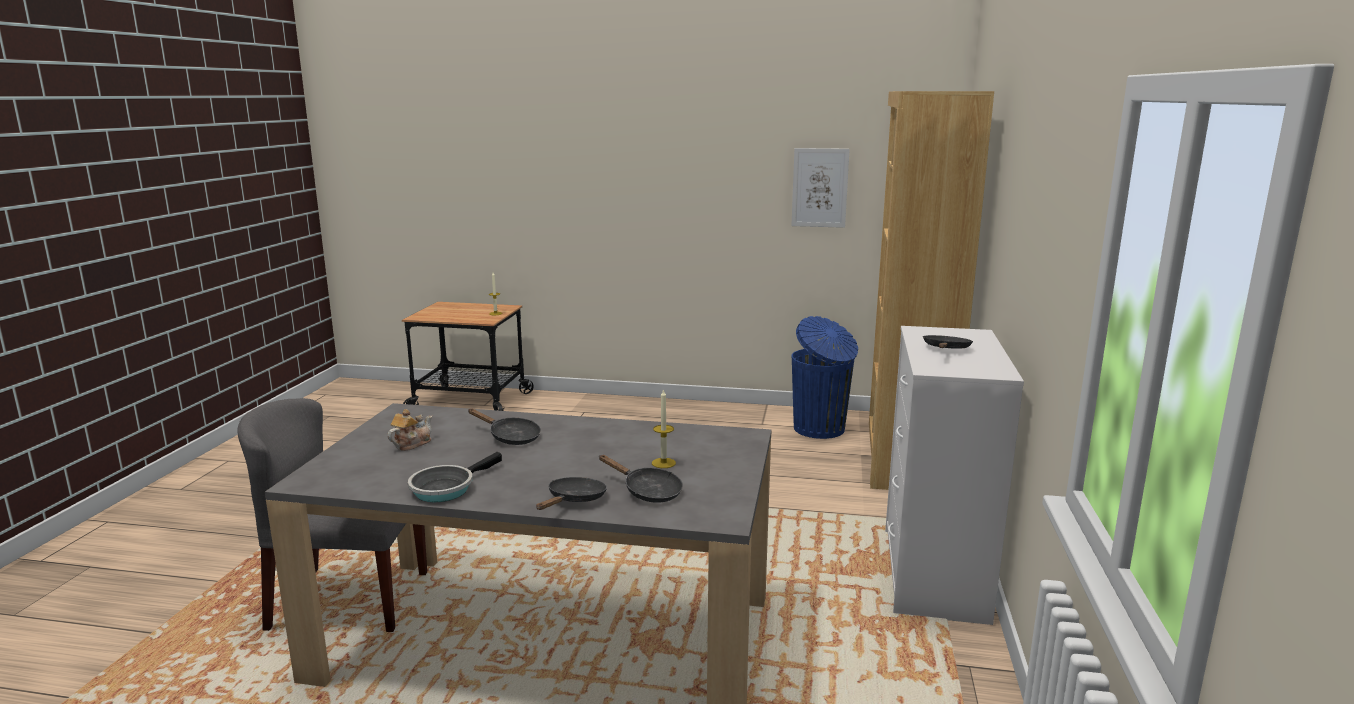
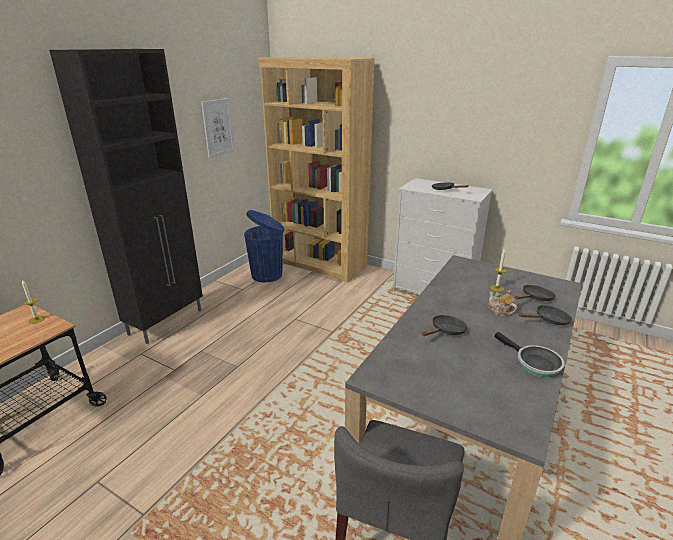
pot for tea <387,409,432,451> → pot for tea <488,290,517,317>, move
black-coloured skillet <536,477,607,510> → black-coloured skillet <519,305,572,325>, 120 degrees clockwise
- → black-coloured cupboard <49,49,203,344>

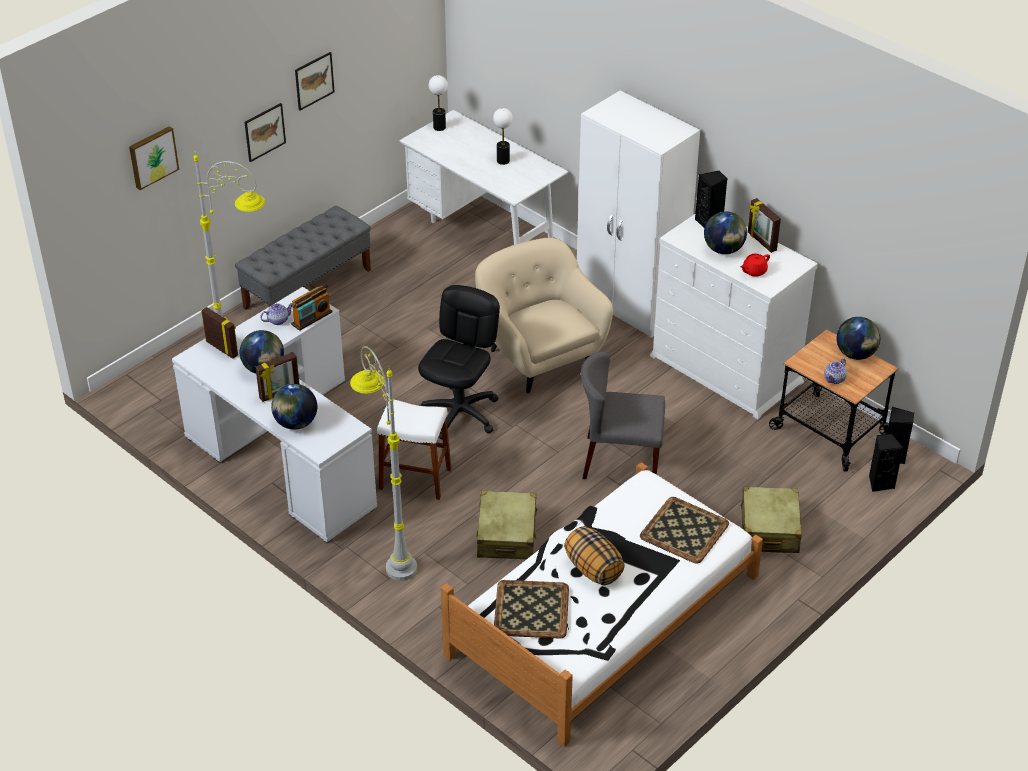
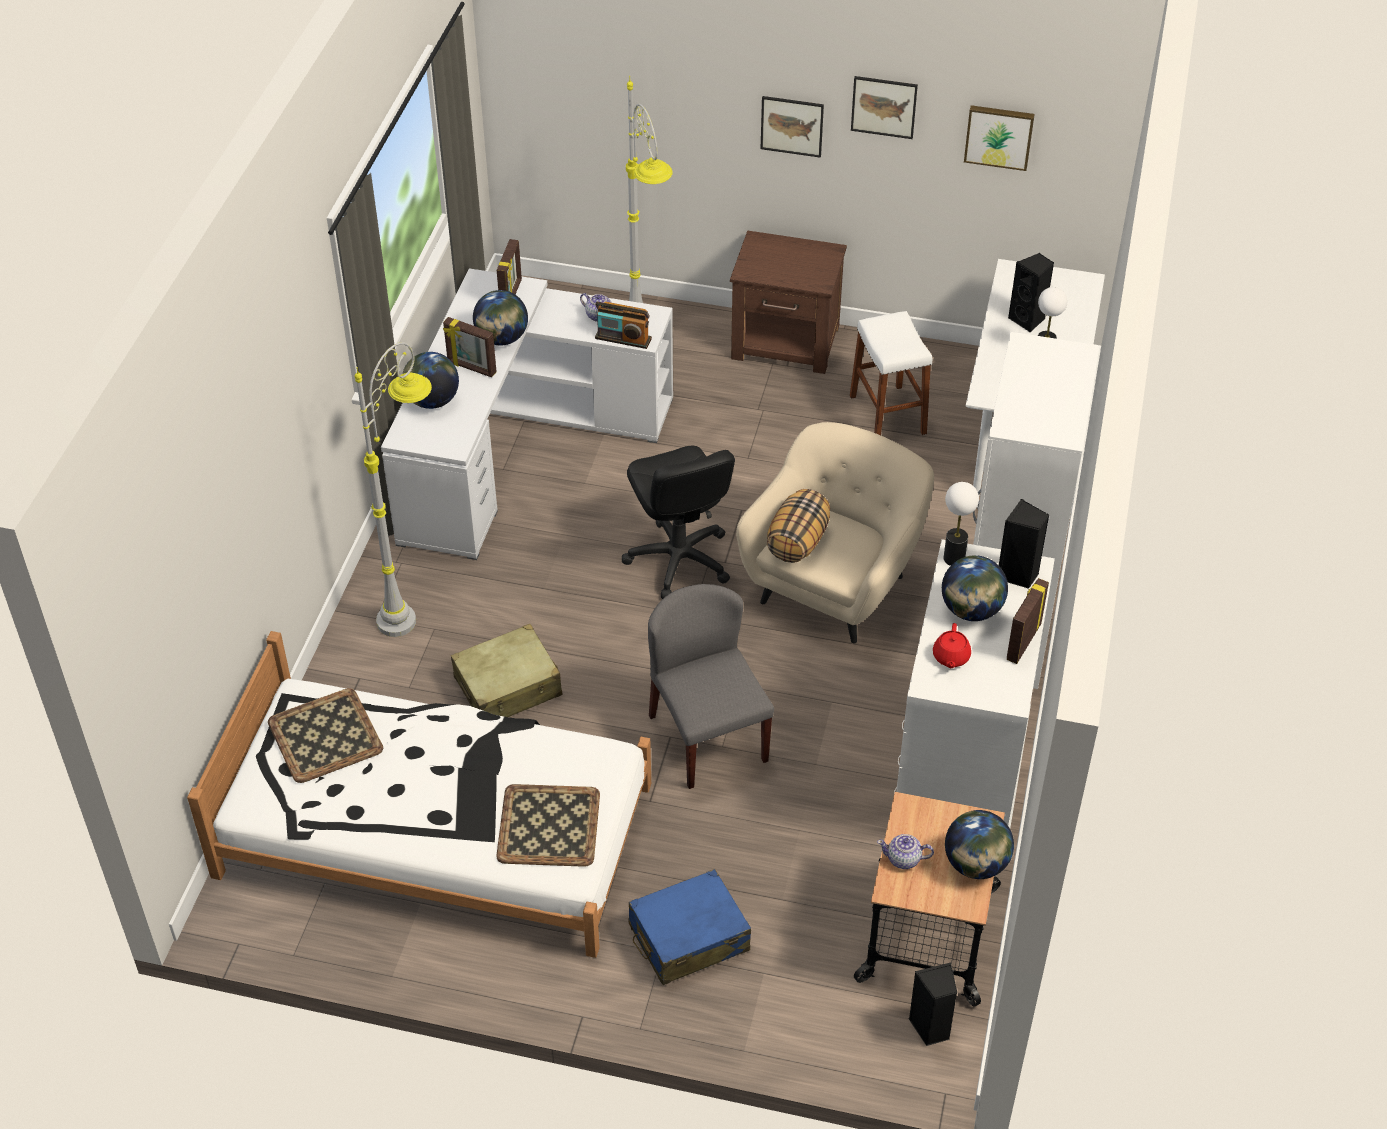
wall art <129,126,179,190> → wall art <964,105,1035,171>, move
grey indoor bench <235,206,371,310> → brownish night table <730,230,847,374>
white stool <377,400,451,500> → white stool <850,311,932,435>, move
black-coloured desk chair <418,285,500,440> → black-coloured desk chair <622,446,735,599>, 75 degrees clockwise
table lamp <429,75,448,131> → table lamp <944,482,979,566>, move
throw pillow <564,526,625,585> → throw pillow <767,489,830,563>, move
red-coloured pot for tea <740,254,770,277> → red-coloured pot for tea <933,623,971,668>, 105 degrees counterclockwise
beige travel case <740,486,802,553> → blue-coloured travel case <629,869,751,985>
black-coloured speaker <869,433,903,492> → black-coloured speaker <1008,253,1054,333>, move

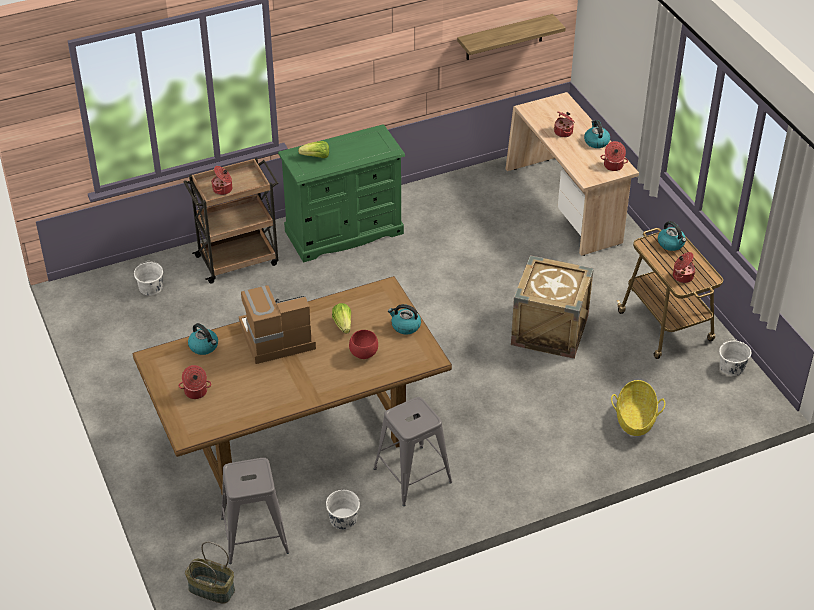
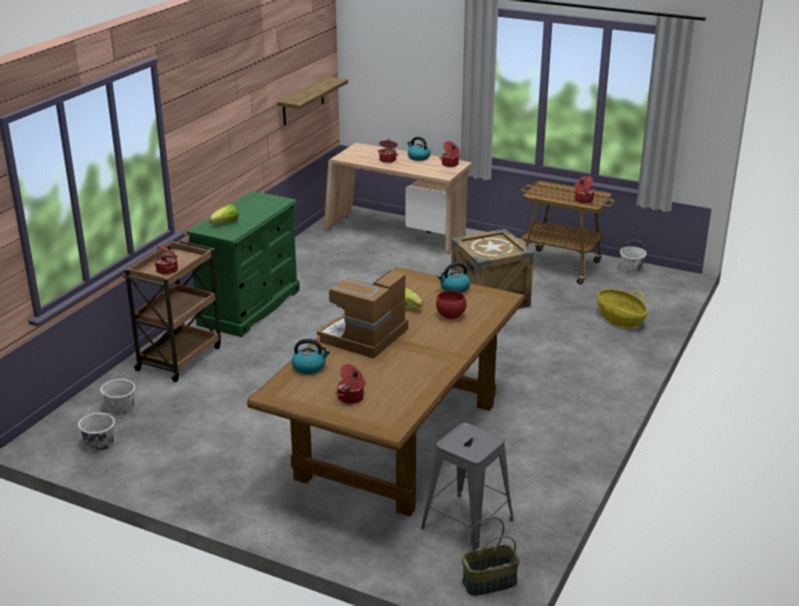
white pail <326,490,360,530> → white pail <78,405,115,451>, move
grey stool <374,397,452,506> → -
tea kettle <658,221,686,251> → -

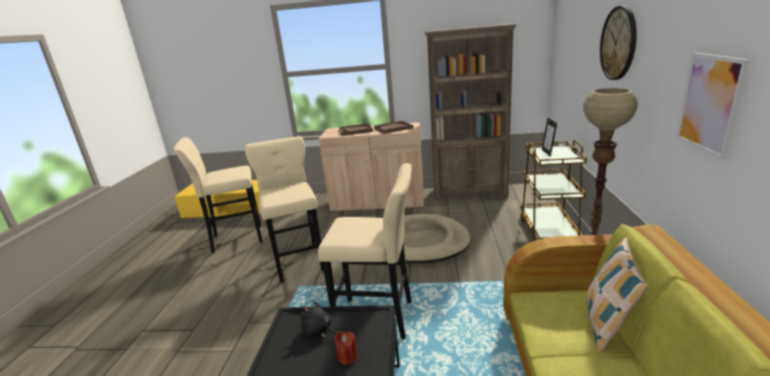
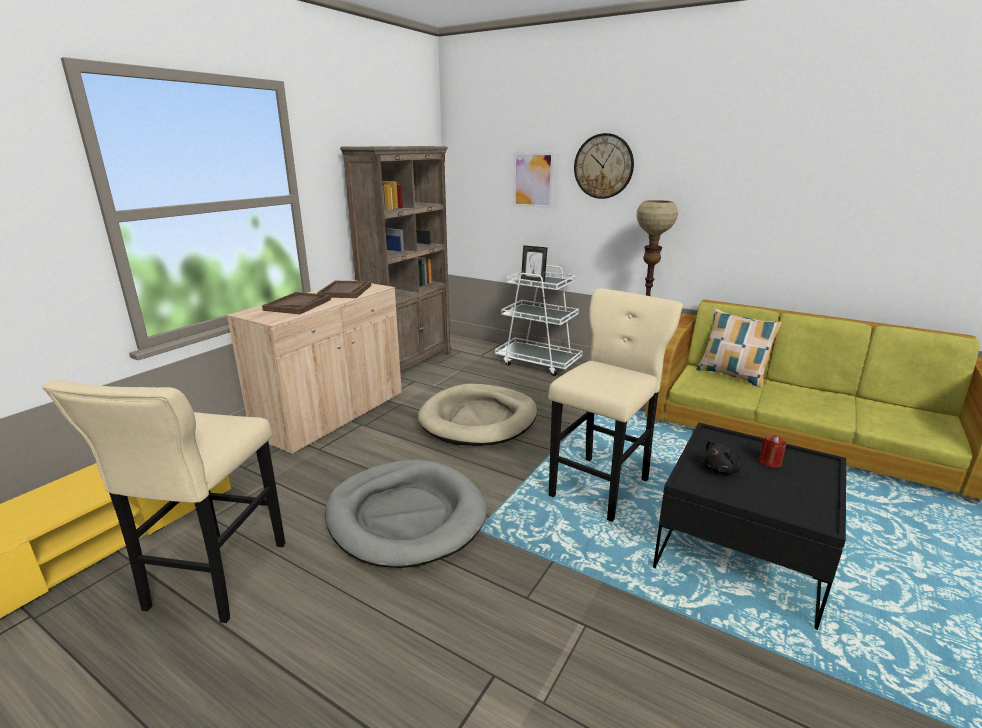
beige stool <244,136,324,283> → grey dog cushion <325,459,487,568>
brownish trolley <520,140,587,242> → white trolley <495,265,582,376>
wall art <676,52,749,160> → wall art <513,152,554,208>, move

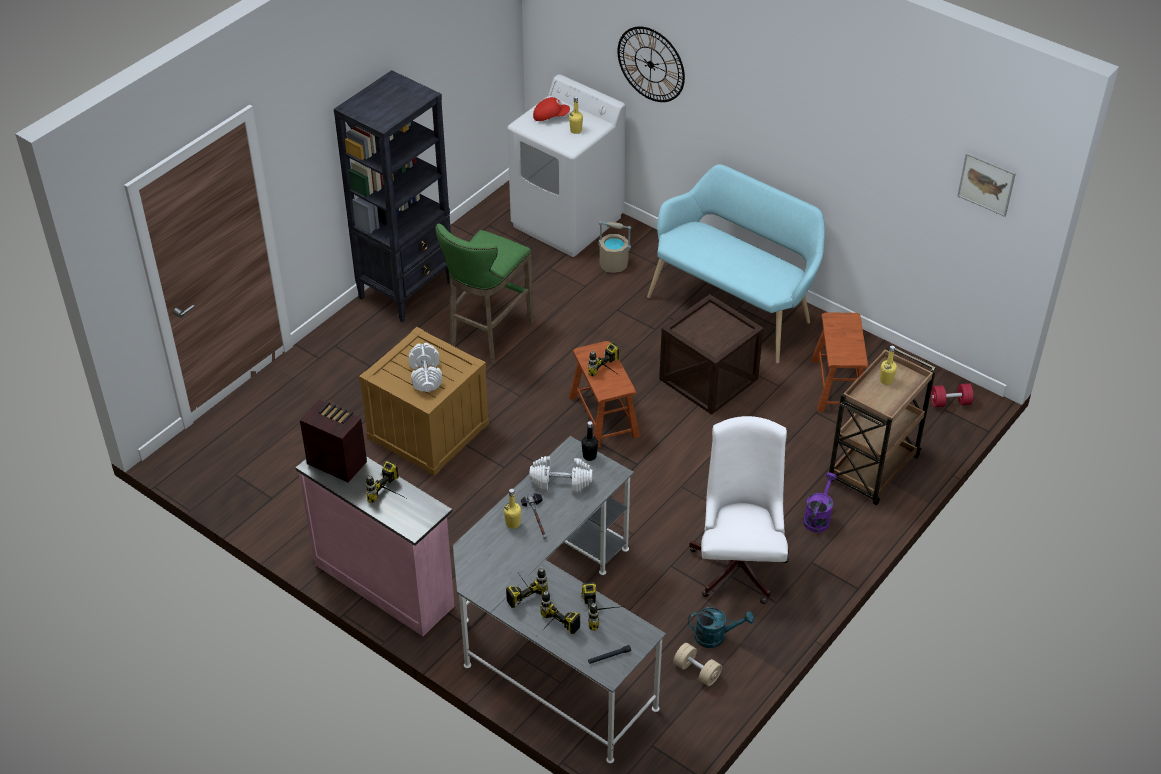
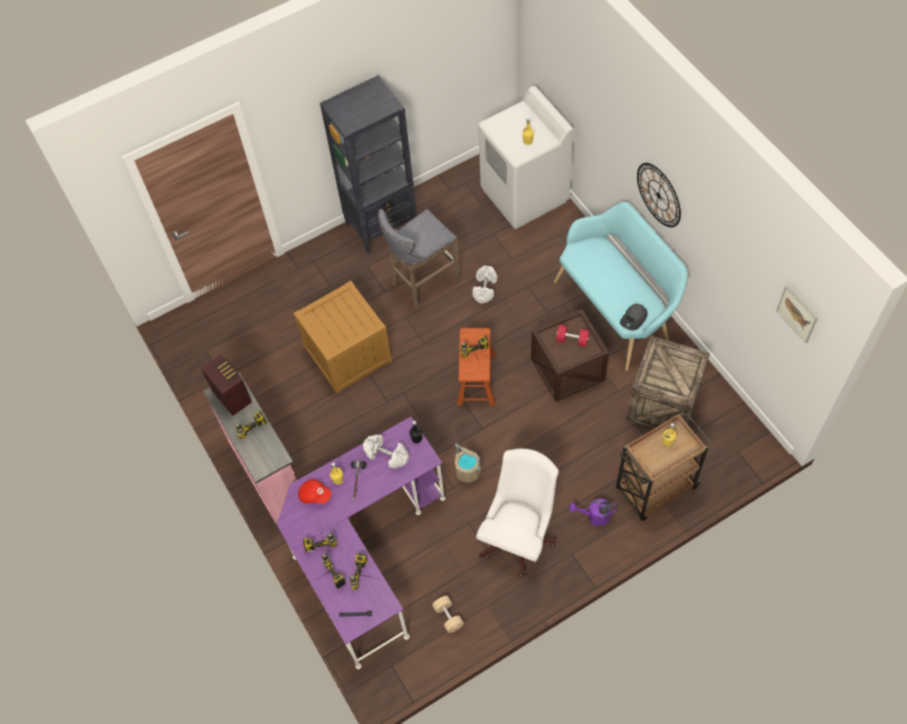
white hand weight <409,343,442,392> → white hand weight <472,266,497,303>, move
green stool <435,224,534,364> → grey stool <378,209,461,310>
grey desk <453,436,666,763> → purple desk <277,417,445,669>
red-coloured peaked cap <533,97,570,121> → red-coloured peaked cap <298,480,331,504>, move
beige pail <598,221,631,273> → beige pail <455,443,481,483>, move
clock on the wall <617,26,685,102> → clock on the wall <637,163,681,227>, move
turquoise sprinkling can <688,607,754,648> → -
purple sprinkling can <803,472,837,532> → purple sprinkling can <569,499,617,526>, 135 degrees counterclockwise
brownish stool <811,312,868,412> → shipping crate <626,336,710,429>
red-coloured hand weight <931,383,973,407> → red-coloured hand weight <556,325,589,347>, move
- → grey peaked cap <620,304,648,330>

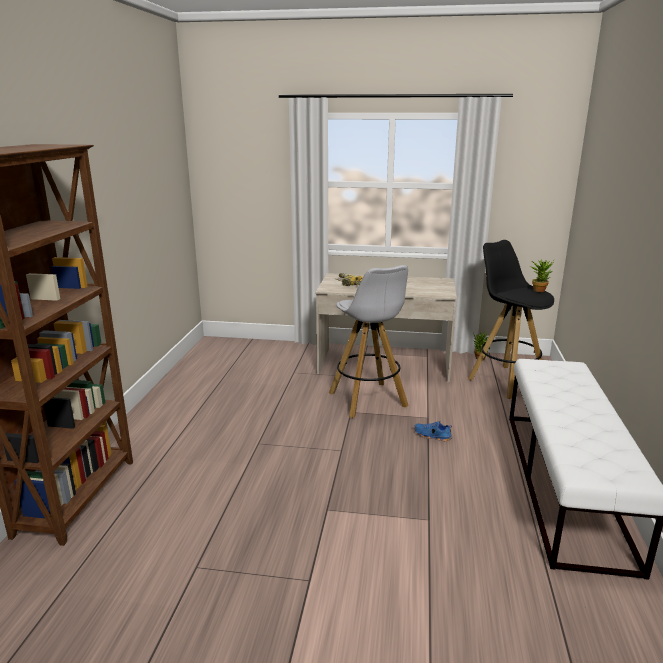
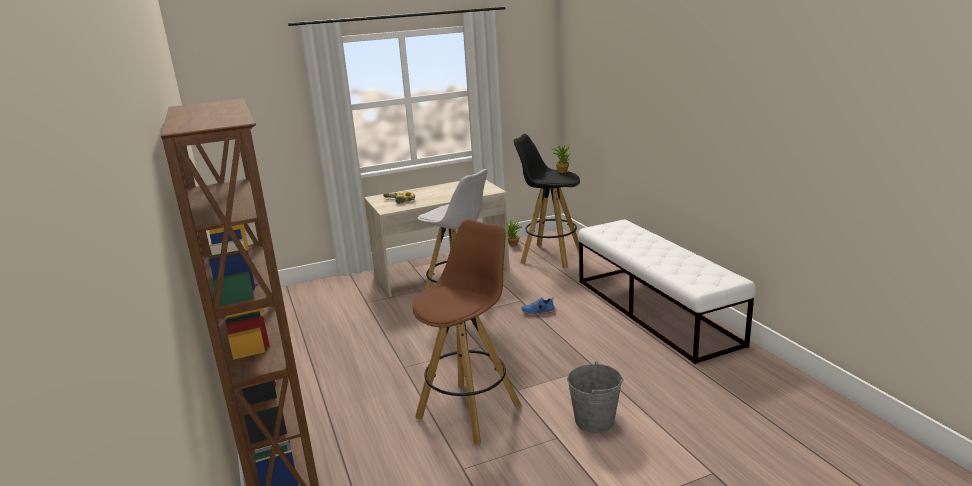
- → brownish stool <413,219,522,444>
- → grey pail <567,362,624,433>

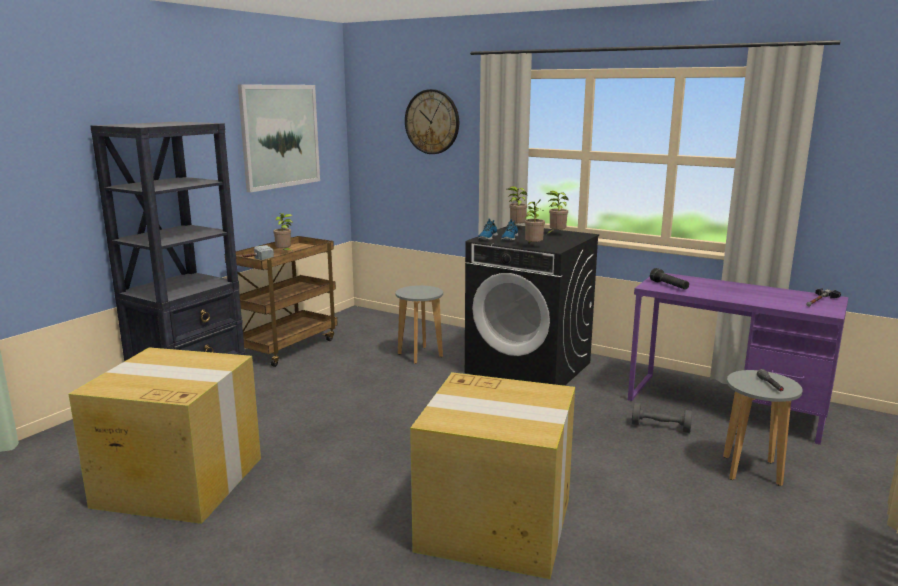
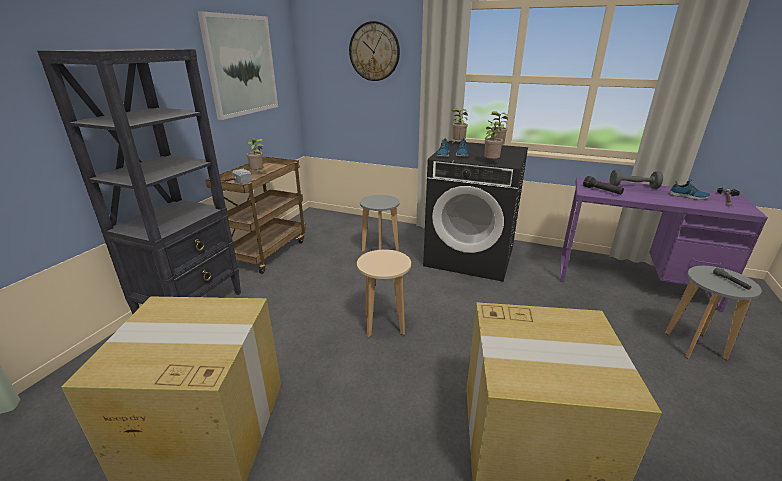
grey hand weight <632,403,692,433> → grey hand weight <610,170,663,189>, move
- → beige stool <357,250,411,337>
- → item of footwear <669,179,711,200>

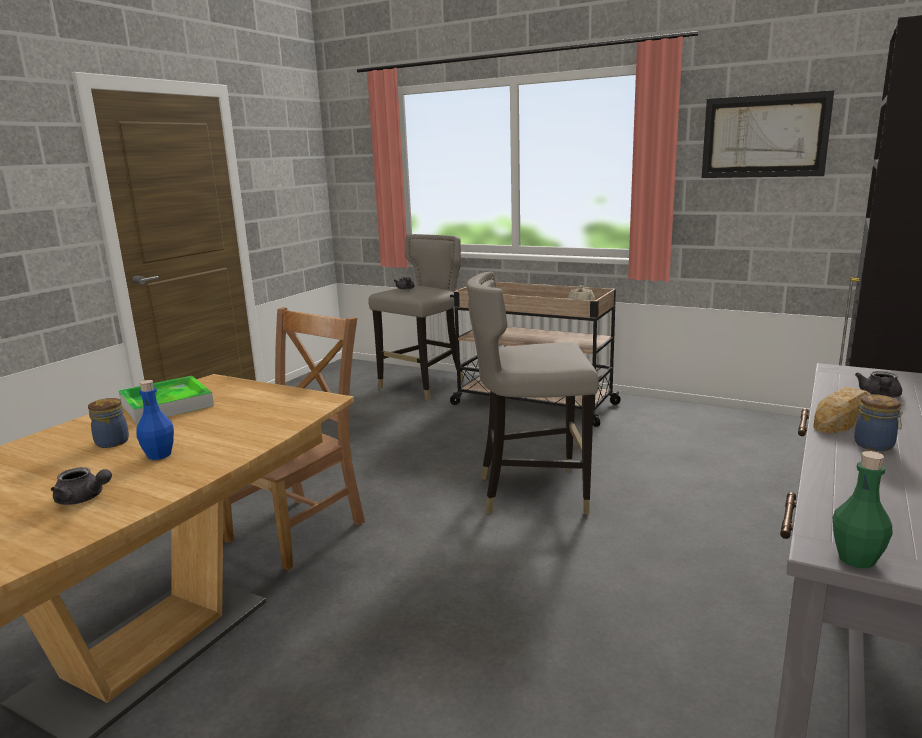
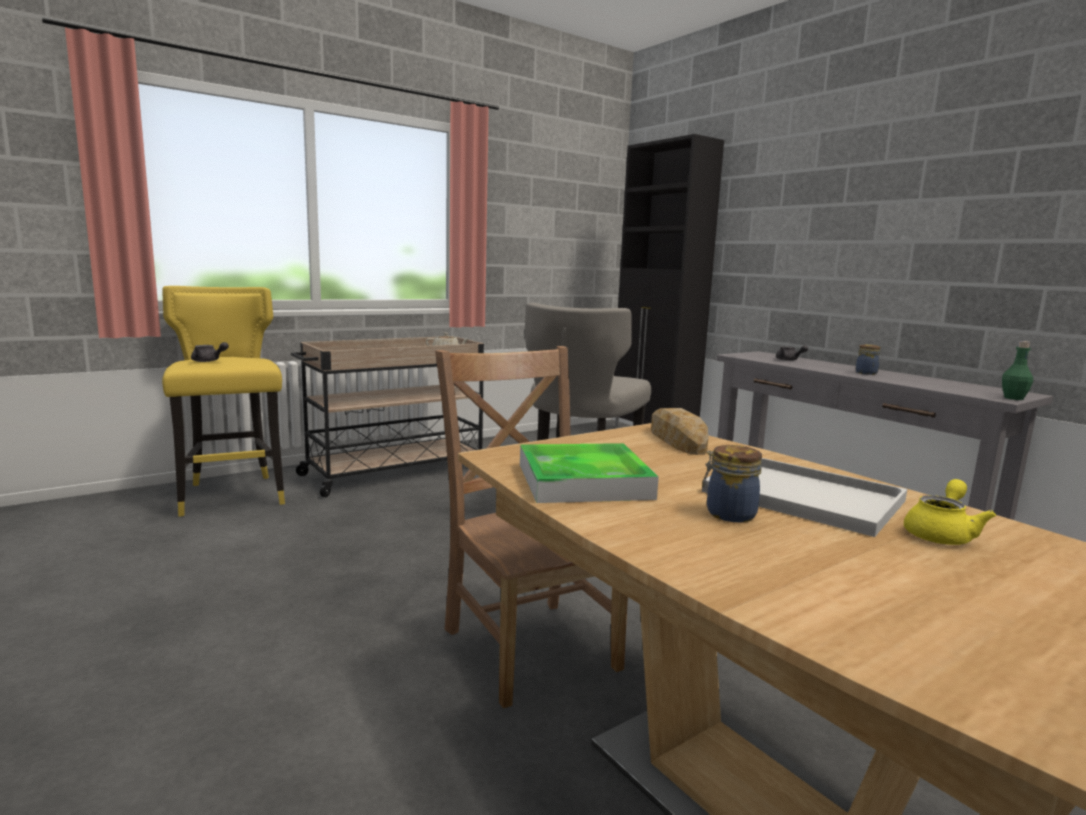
grey pot for tea <51,467,112,505> → yellow-coloured pot for tea <904,479,996,545>
blue-coloured beverage bottle <136,380,174,460> → white carrying tray <702,458,907,537>
grey stool <368,234,464,400> → yellow-coloured stool <162,286,285,517>
wall art <702,90,834,178> → -
bakery bread <813,387,871,433> → bakery bread <651,408,709,455>, move

